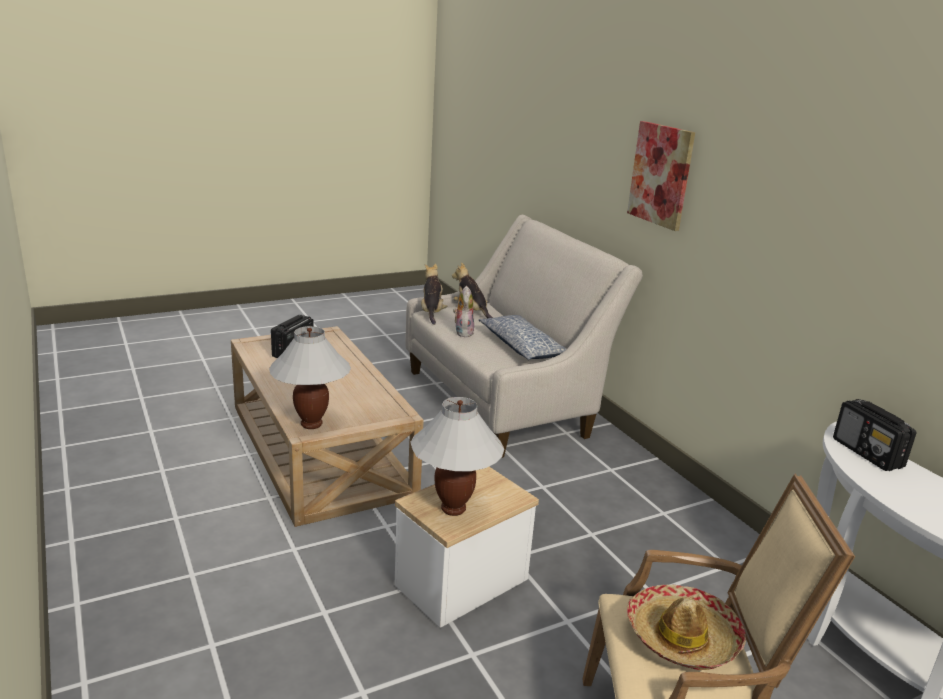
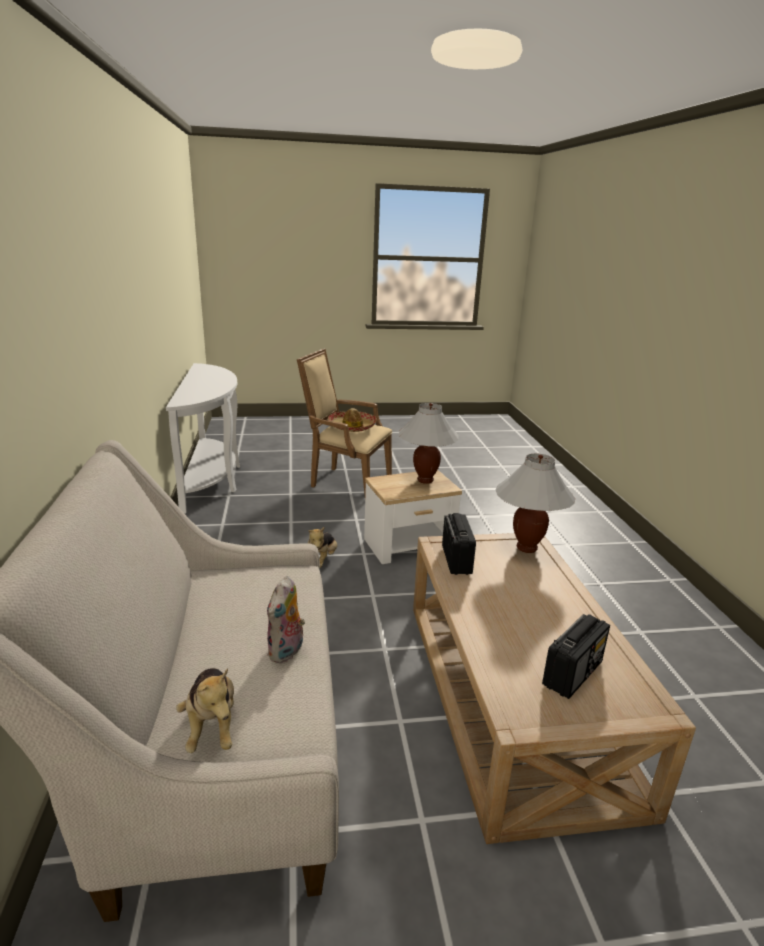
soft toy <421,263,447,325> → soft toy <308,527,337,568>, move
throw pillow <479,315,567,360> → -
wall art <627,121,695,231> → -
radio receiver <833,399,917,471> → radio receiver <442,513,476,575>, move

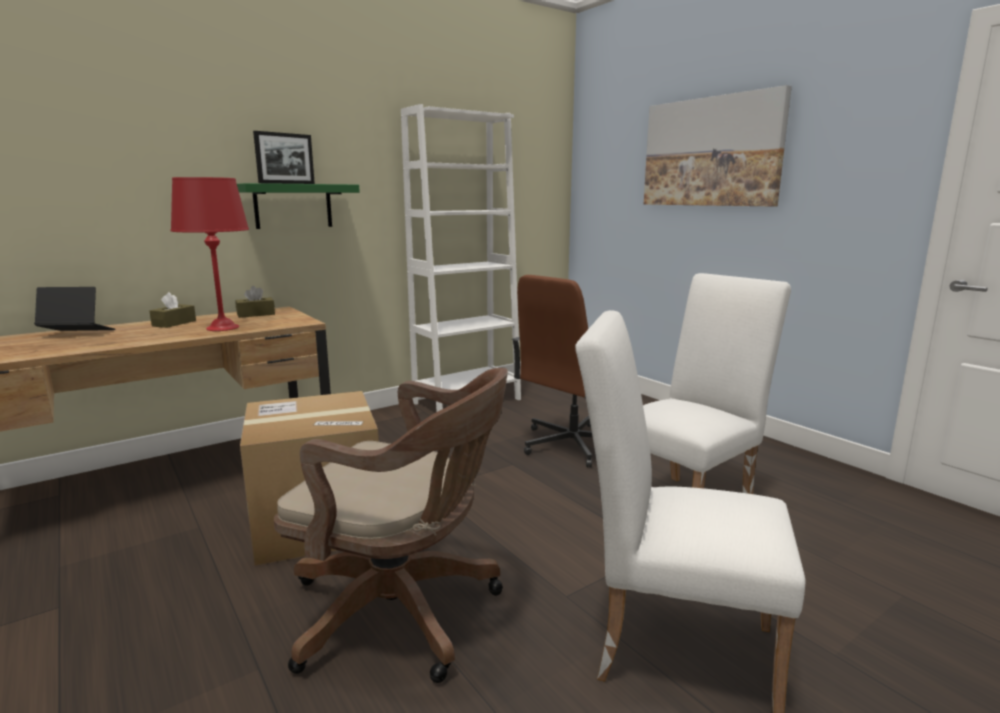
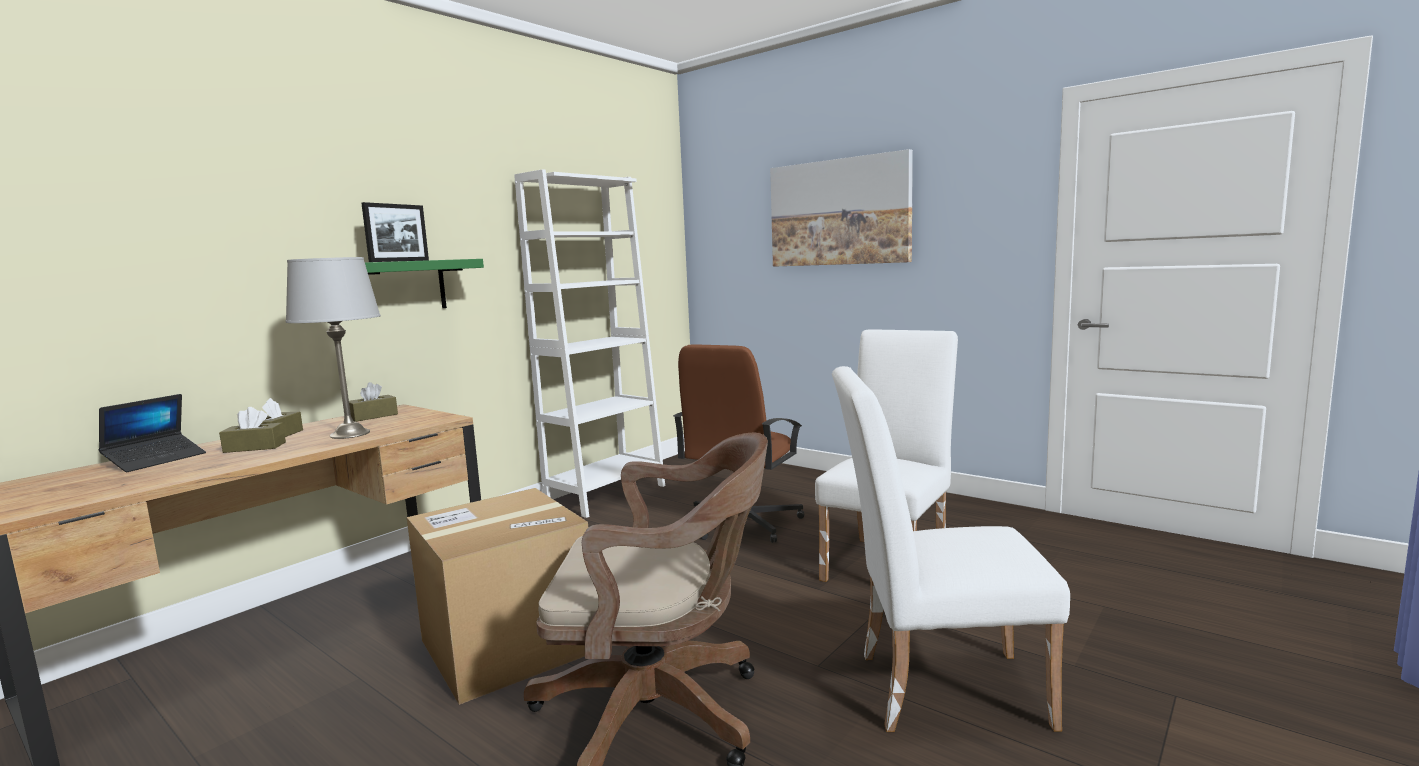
laptop <34,287,116,331> → laptop <99,394,206,472>, 135 degrees clockwise
red-coloured table lamp <171,177,249,331> → grey table lamp <286,257,381,439>
- → brownish box of tissues <219,407,286,453>

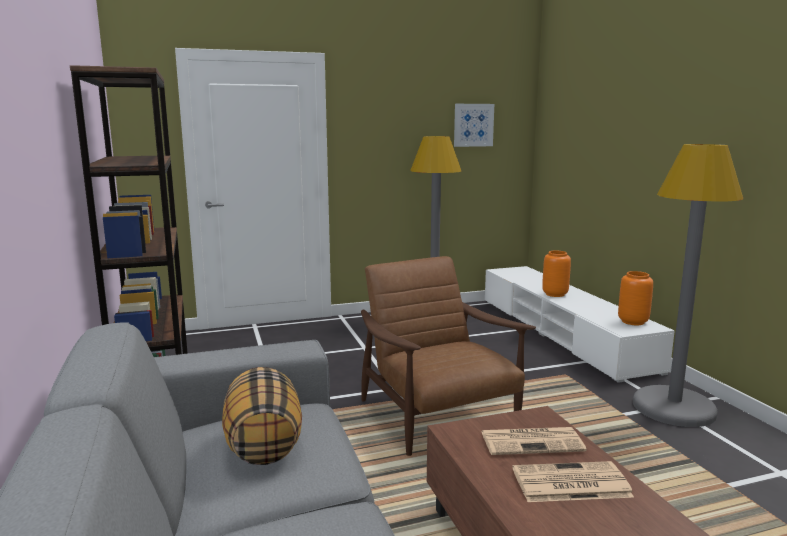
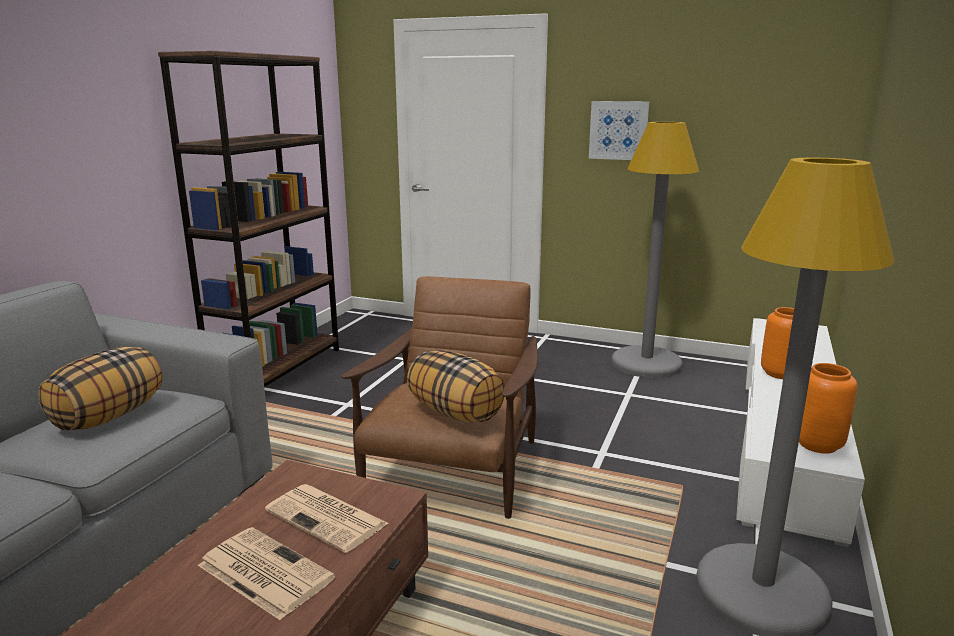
wall art <454,104,494,147> → wall art <589,101,649,160>, move
- → throw pillow <407,350,505,422>

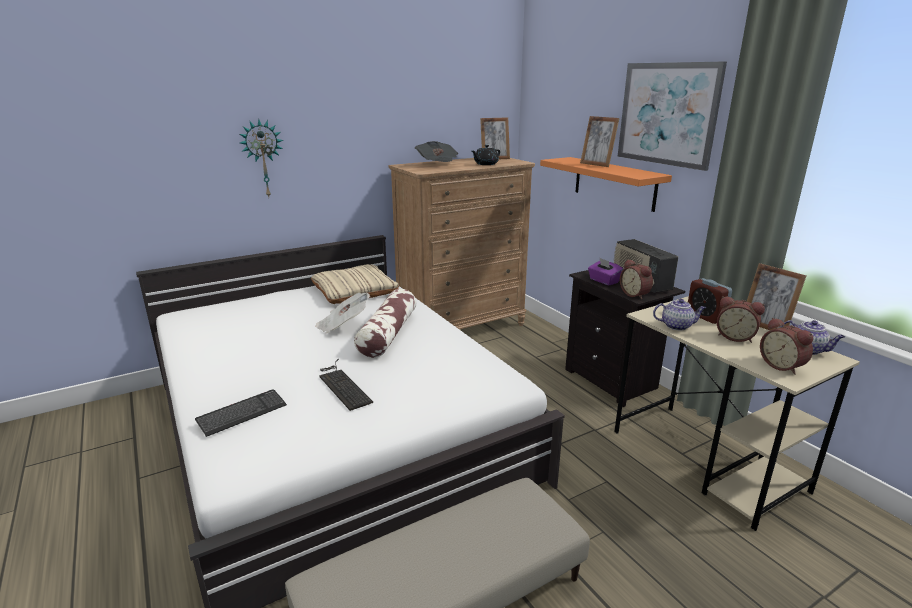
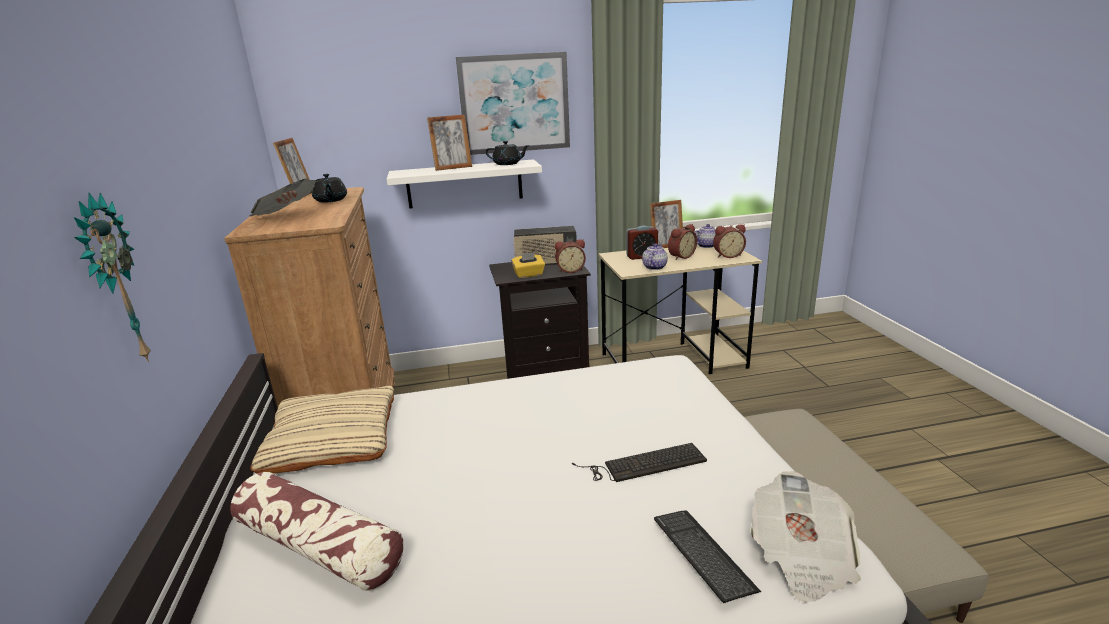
daily paper <315,293,370,334> → daily paper <750,471,861,603>, move
throw pillow <354,289,417,358> → throw pillow <230,472,404,591>, move
orange wall shelf <540,157,672,212> → white wall shelf <387,159,542,208>
purple box of tissues <588,258,623,285> → yellow-coloured box of tissues <511,252,545,278>
- → black-coloured pot for tea <485,141,530,165>

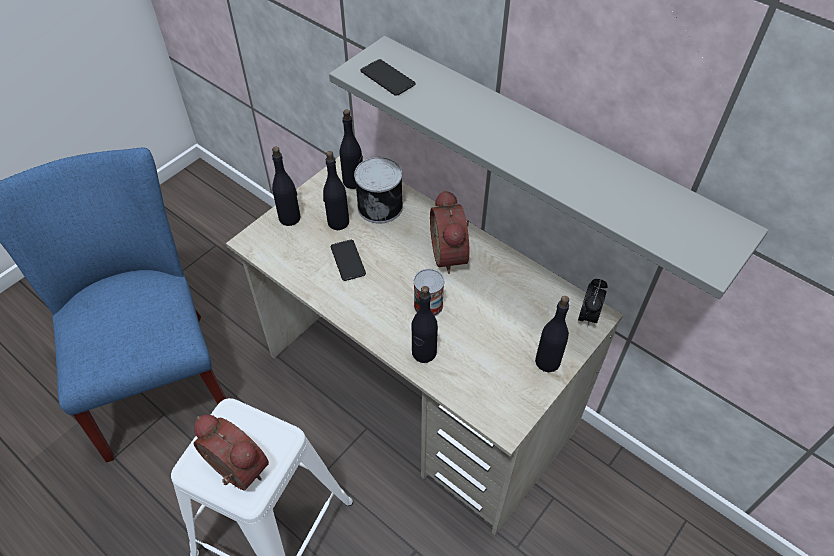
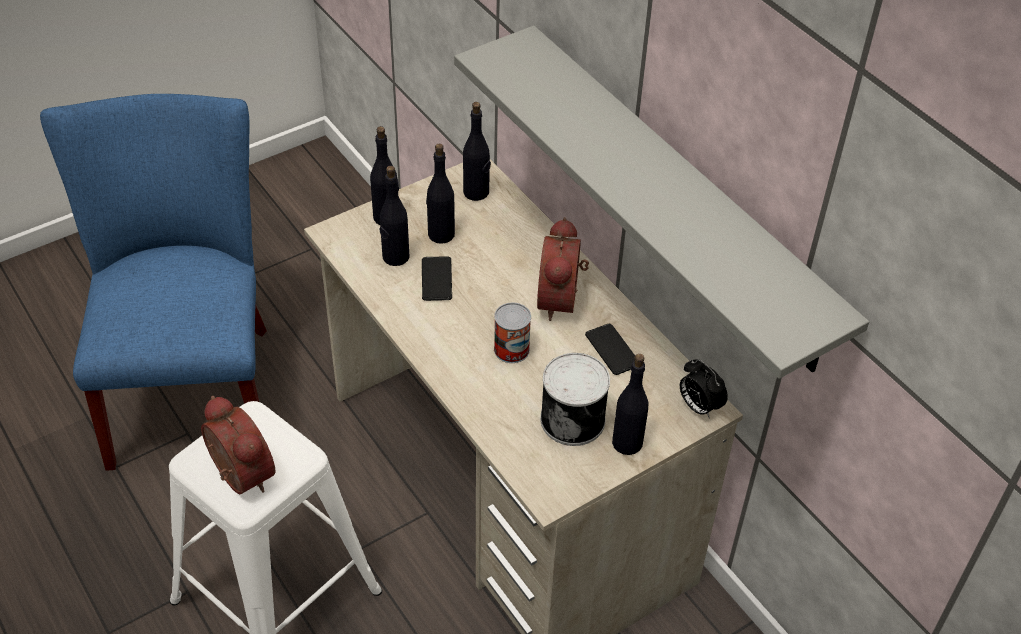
metal can <354,157,403,224> → metal can <540,353,610,446>, move
handset <361,59,416,96> → handset <585,324,635,375>, move
black-coloured beverage bottle <412,286,438,363> → black-coloured beverage bottle <380,166,410,266>, move
alarm clock <578,279,608,327> → alarm clock <680,359,728,419>, 105 degrees clockwise

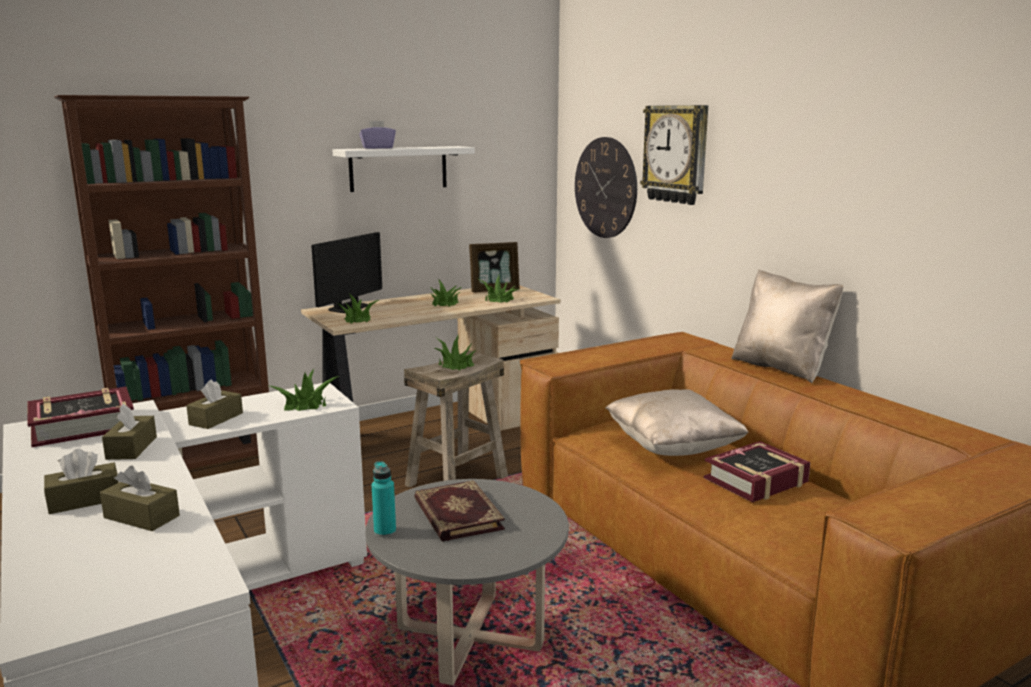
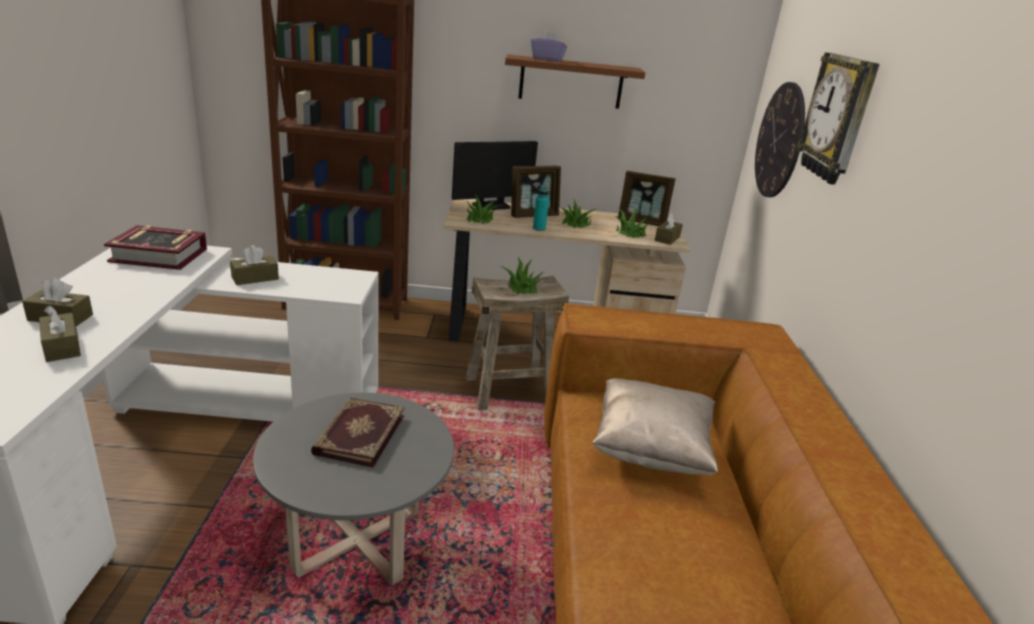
brownish box of tissues <102,404,157,460> → brownish box of tissues <655,213,683,245>, move
houseplant <270,369,339,411> → -
white wall shelf <333,146,475,192> → brownish wall shelf <505,54,645,109>
turquoise beverage bottle <372,461,396,537> → turquoise beverage bottle <533,185,549,231>, move
book <704,441,810,502> → -
beige throw pillow <732,269,844,383> → -
- → picture frame <511,166,561,218>

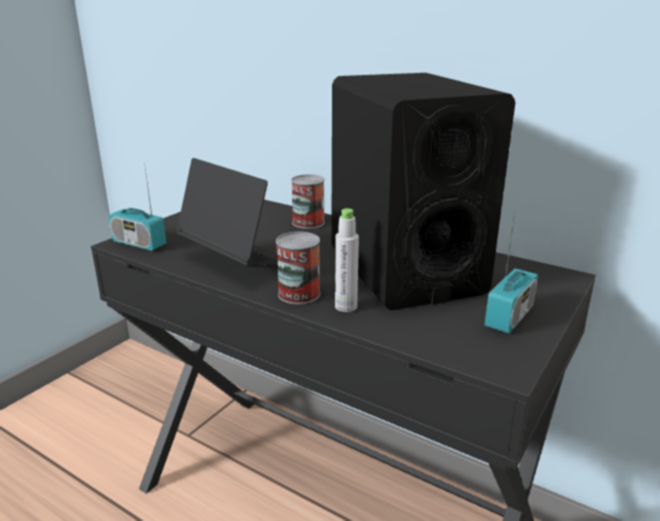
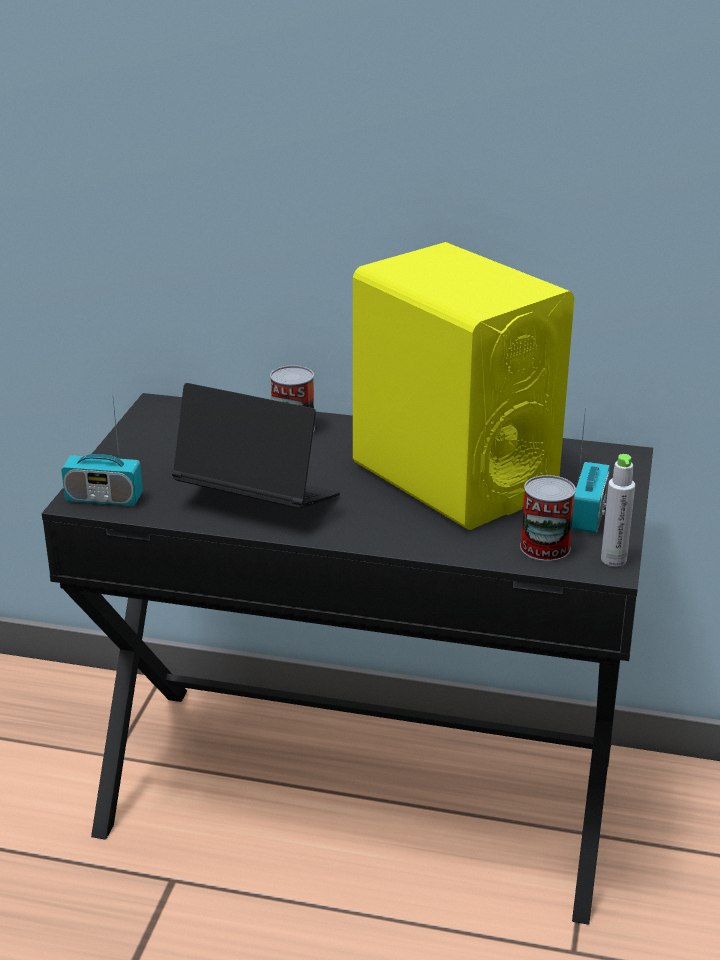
metal can <276,232,320,304> → metal can <520,475,576,561>, move
black-coloured speaker <331,73,515,310> → yellow-coloured speaker <353,242,574,530>
grey beverage bottle <335,208,359,312> → grey beverage bottle <601,454,635,567>, move

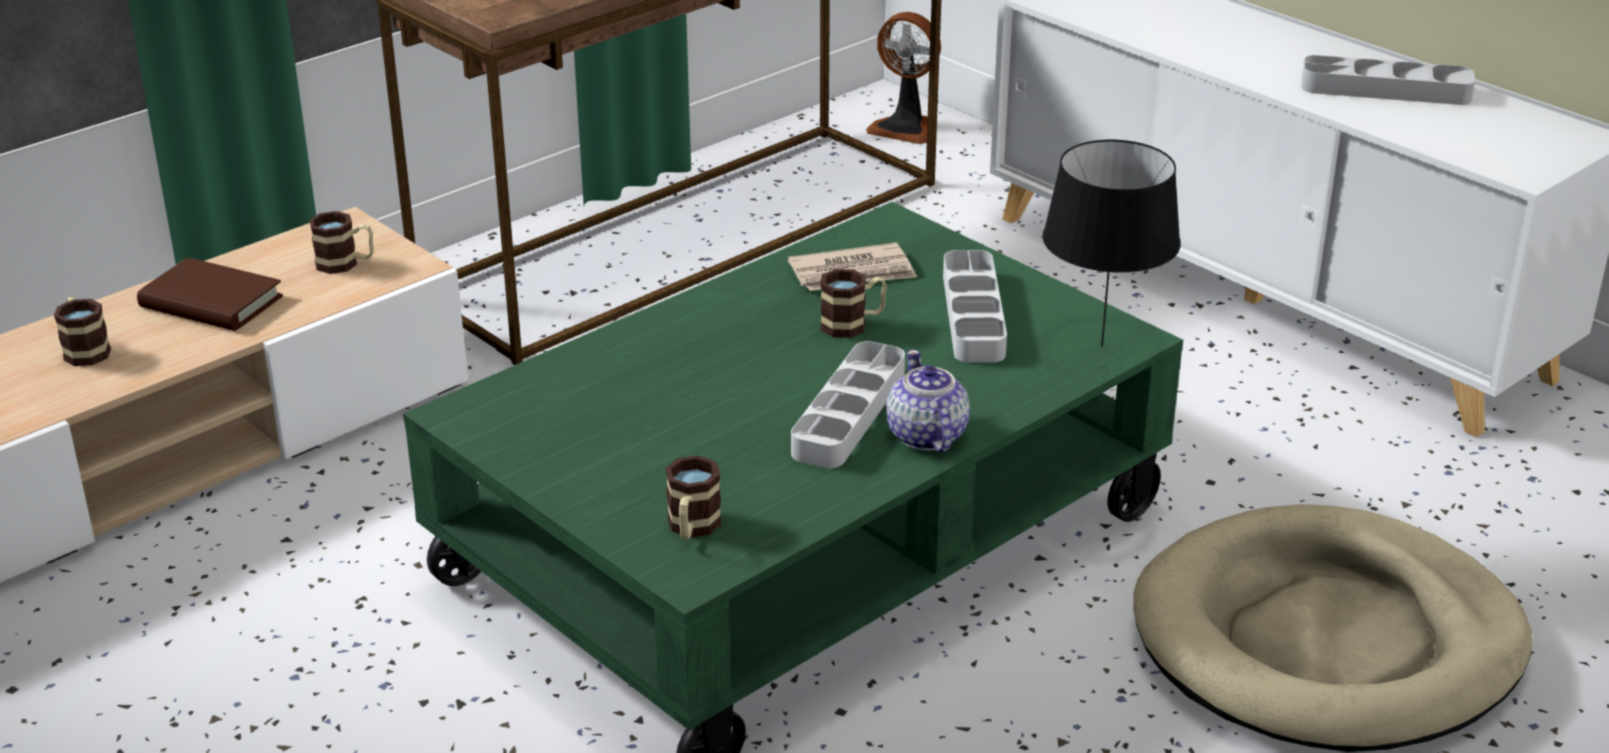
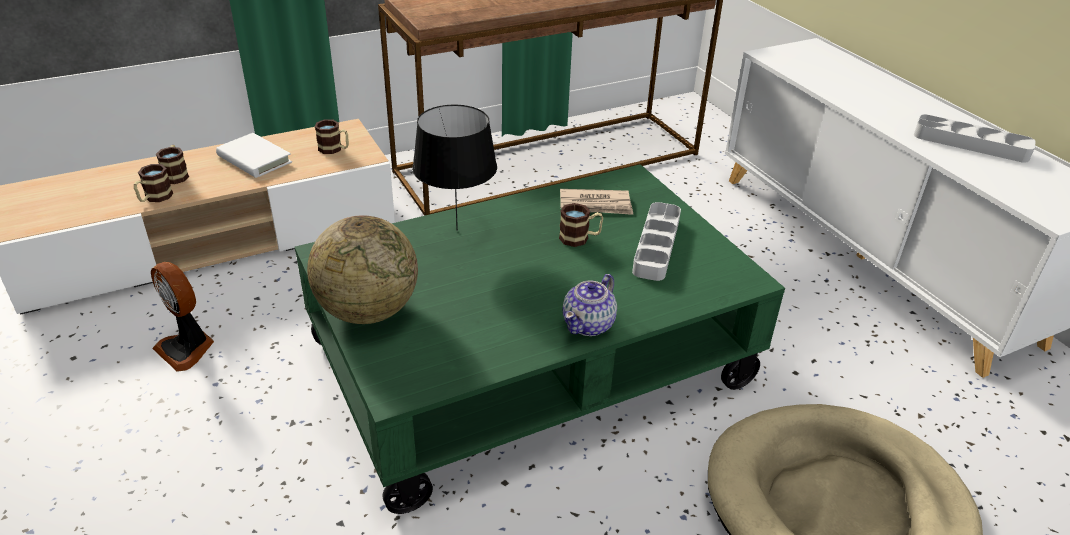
brownish book <137,257,283,331> → white book <216,133,292,178>
coffee mug <665,456,722,540> → coffee mug <134,164,173,202>, move
grey carrying tray <791,341,905,468> → -
fan <866,12,941,144> → fan <151,262,214,372>, move
pot for tea <886,350,970,453> → pot for tea <562,274,617,336>, 150 degrees counterclockwise
black-coloured table lamp <1043,140,1181,347> → black-coloured table lamp <412,105,497,231>, move
- → desk globe <307,215,418,324>

